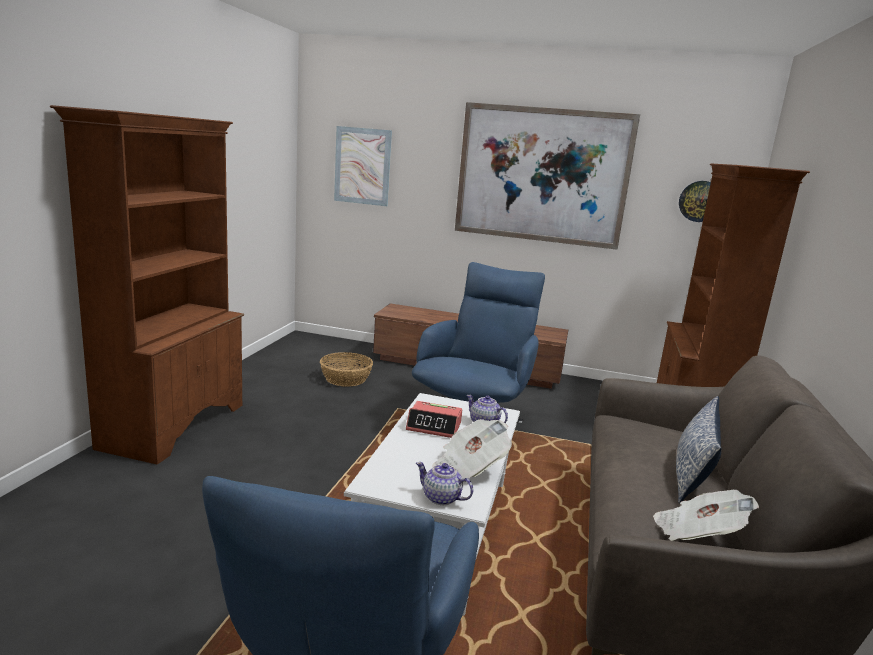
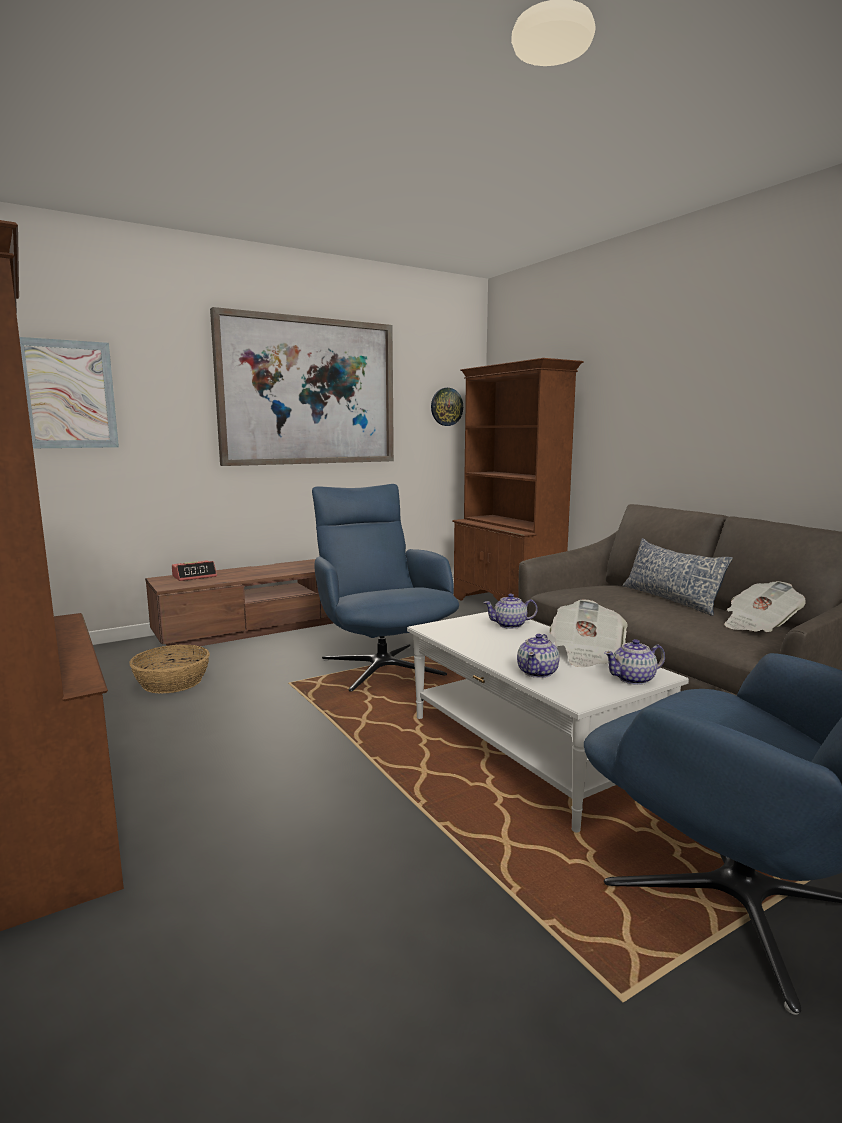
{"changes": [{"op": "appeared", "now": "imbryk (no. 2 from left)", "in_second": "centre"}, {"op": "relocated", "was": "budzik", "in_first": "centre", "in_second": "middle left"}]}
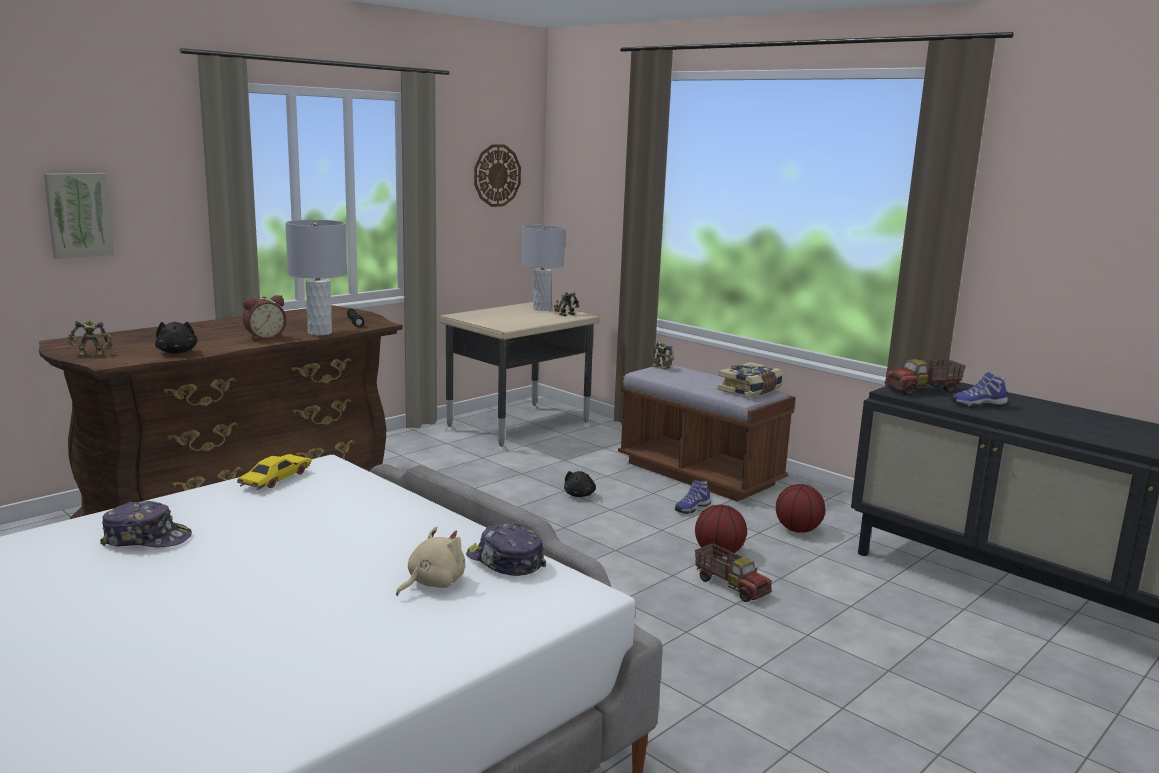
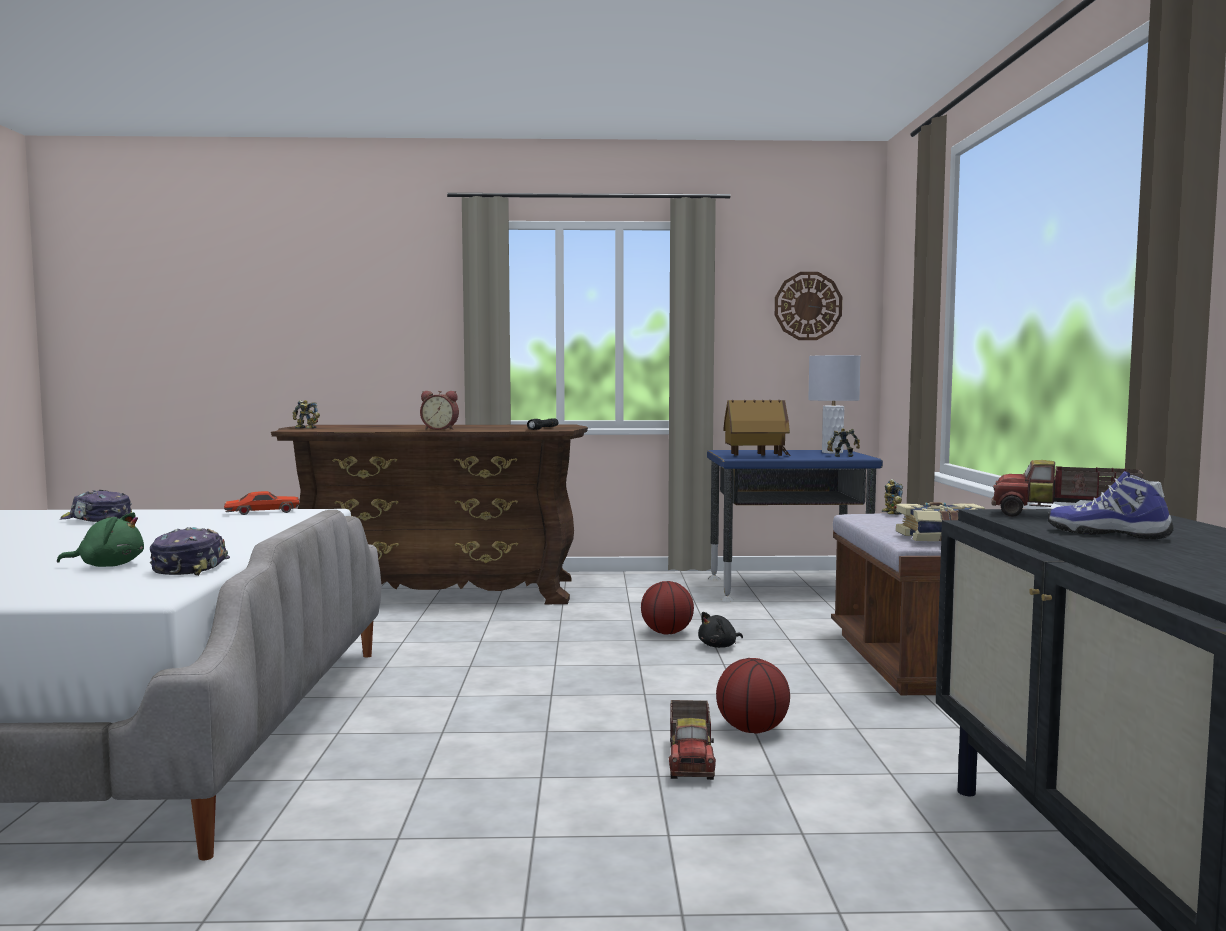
{"changes": [{"op": "missing", "was": "obraz", "in_first": "top left"}, {"op": "missing", "was": "pluszak [czarny] (no. 1 from left)", "in_first": "middle left"}, {"op": "missing", "was": "lampa stołowa [szary] (no. 1 from left)", "in_first": "middle left"}, {"op": "missing", "was": "but (no. 1 from left)", "in_first": "centre"}, {"op": "appeared", "now": "domek", "in_second": "centre"}, {"op": "relocated", "was": "piłka do koszykówki (no. 2 from left in the first image)", "now": "piłka do koszykówki (no. 1 from left)", "in_first": "middle right", "in_second": "centre"}, {"op": "colour", "was": "samochodzik [żółty]", "now": "samochodzik [czerwony]", "in_first": "middle left", "in_second": "middle left"}, {"op": "colour", "was": "pluszak [beżowy]", "now": "pluszak [zielony]", "in_first": "bottom centre", "in_second": "middle left"}, {"op": "colour", "was": "biurko [beżowy]", "now": "biurko [niebieski]", "in_first": "centre", "in_second": "centre"}, {"op": "spun", "was": "czapka z daszkiem (no. 1 from left)", "in_first": "bottom left", "in_second": "middle left", "clockwise": 150}]}
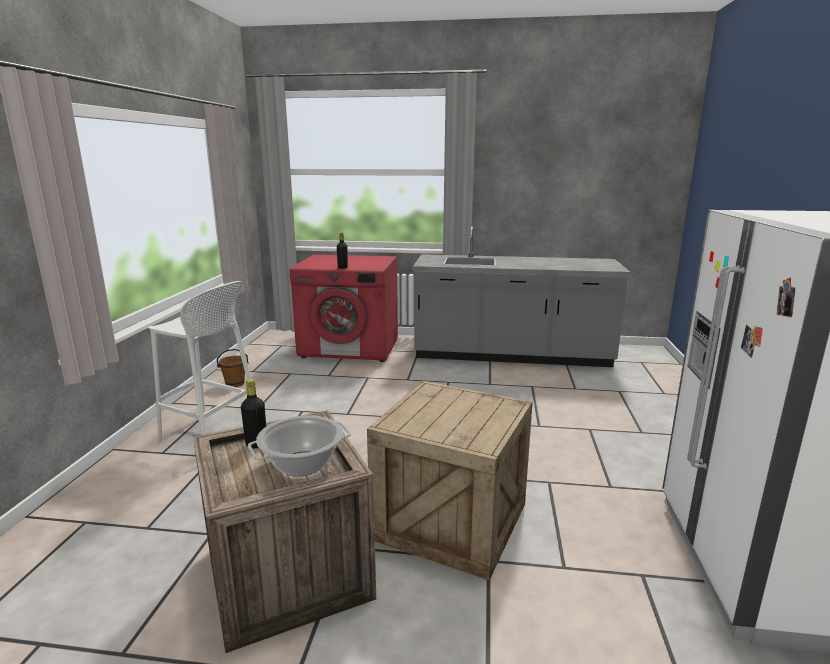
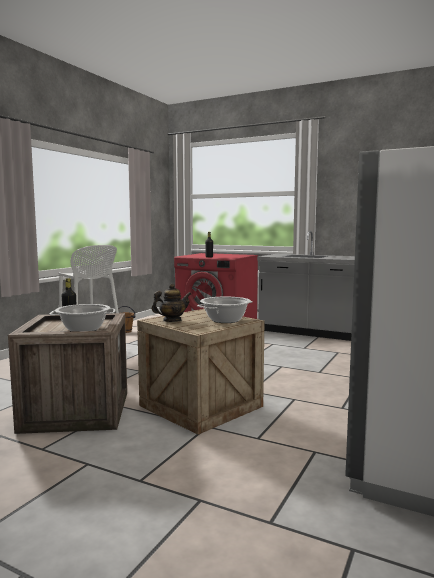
{"changes": [{"op": "appeared", "now": "imbryk", "in_second": "centre"}, {"op": "appeared", "now": "garnek (no. 2 from left)", "in_second": "centre"}]}
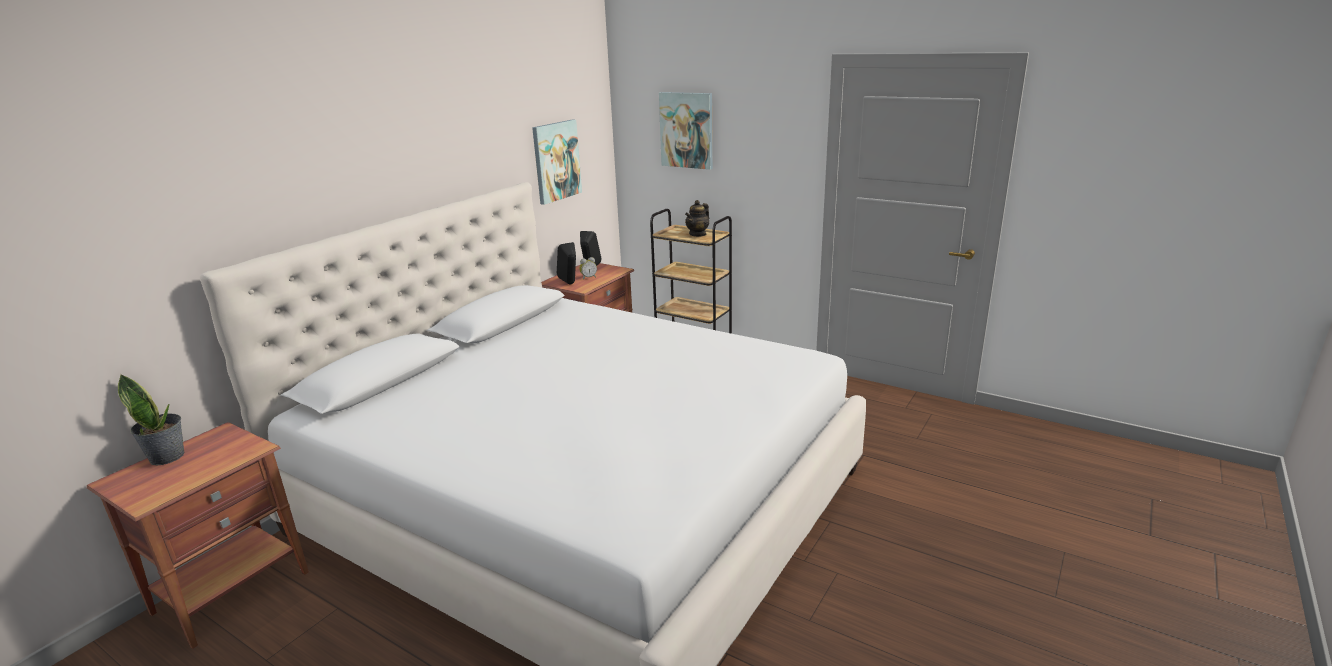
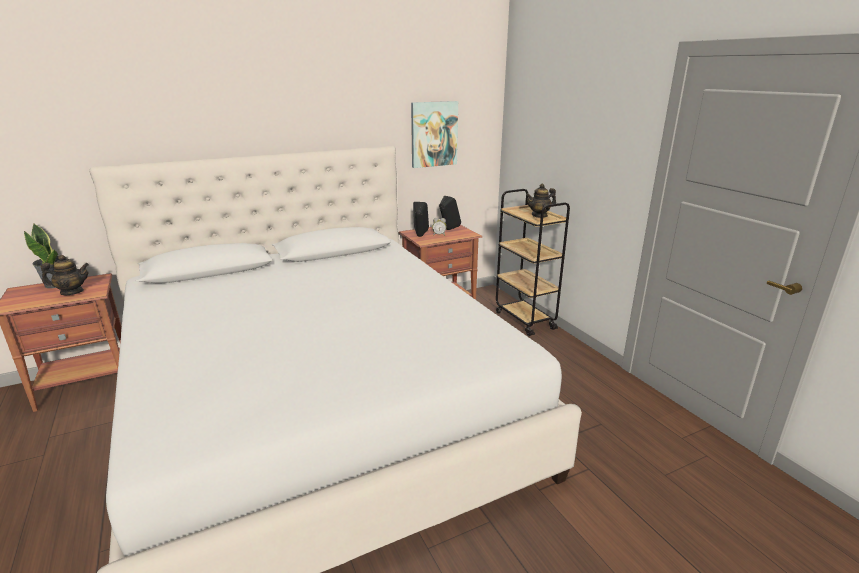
{"changes": [{"op": "missing", "was": "obraz (no. 2 from left)", "in_first": "top centre"}, {"op": "appeared", "now": "imbryk (no. 1 from left)", "in_second": "middle left"}]}
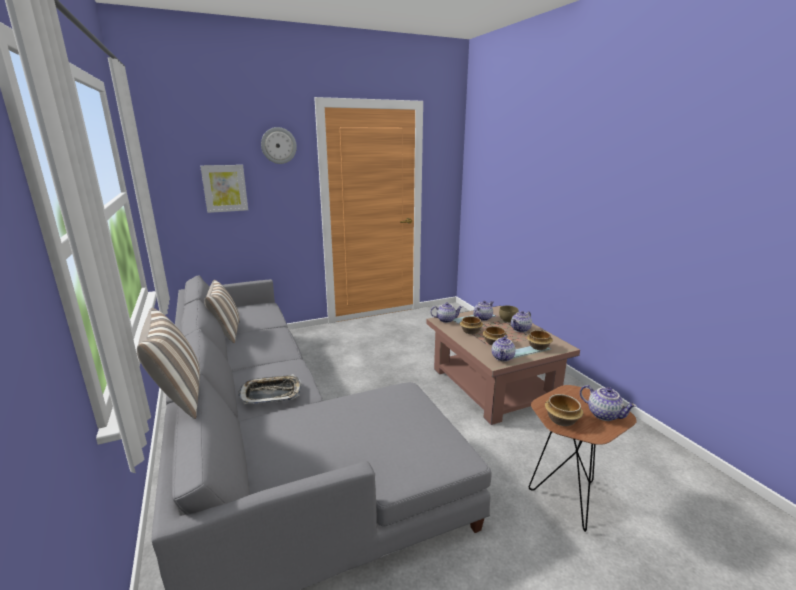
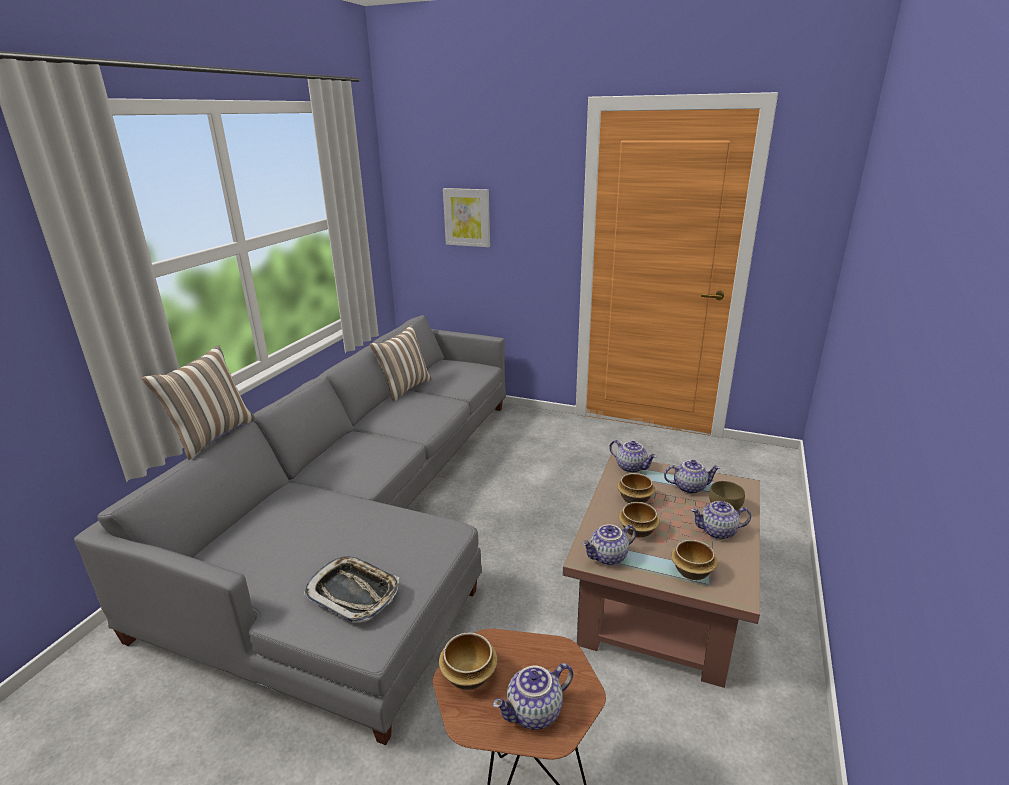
{"changes": [{"op": "missing", "was": "zegar ścienny", "in_first": "top centre"}, {"op": "relocated", "was": "taca", "in_first": "centre", "in_second": "bottom centre"}, {"op": "spun", "was": "imbryk (no. 5 from left in the first image)", "in_first": "bottom right", "in_second": "bottom centre", "clockwise": 60}]}
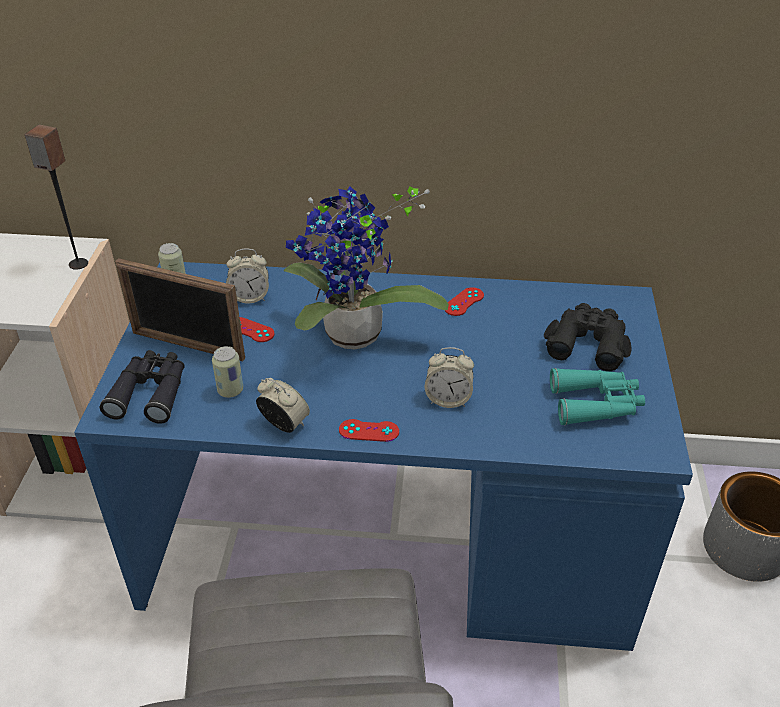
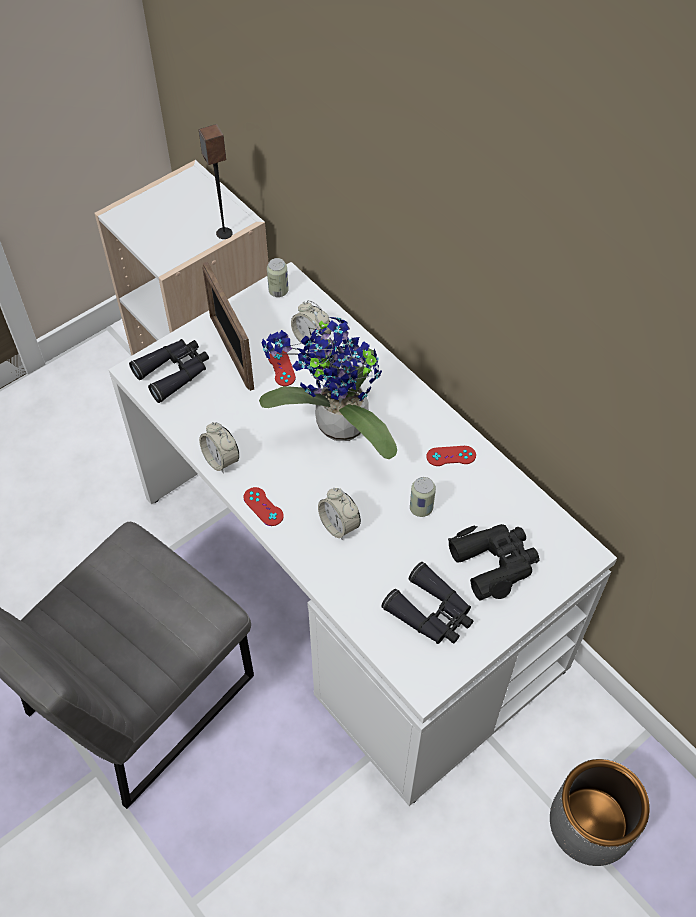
{"changes": [{"op": "relocated", "was": "puszka (no. 2 from left)", "in_first": "middle left", "in_second": "centre"}, {"op": "colour", "was": "biurko [niebieski]", "now": "biurko [biały]", "in_first": "centre", "in_second": "centre"}, {"op": "colour", "was": "lornetka [turkusowy]", "now": "lornetka [czarny] (no. 2 from left)", "in_first": "middle right", "in_second": "centre"}, {"op": "spun", "was": "budzik (no. 2 from left in the first image)", "in_first": "centre", "in_second": "middle left", "clockwise": 150}]}
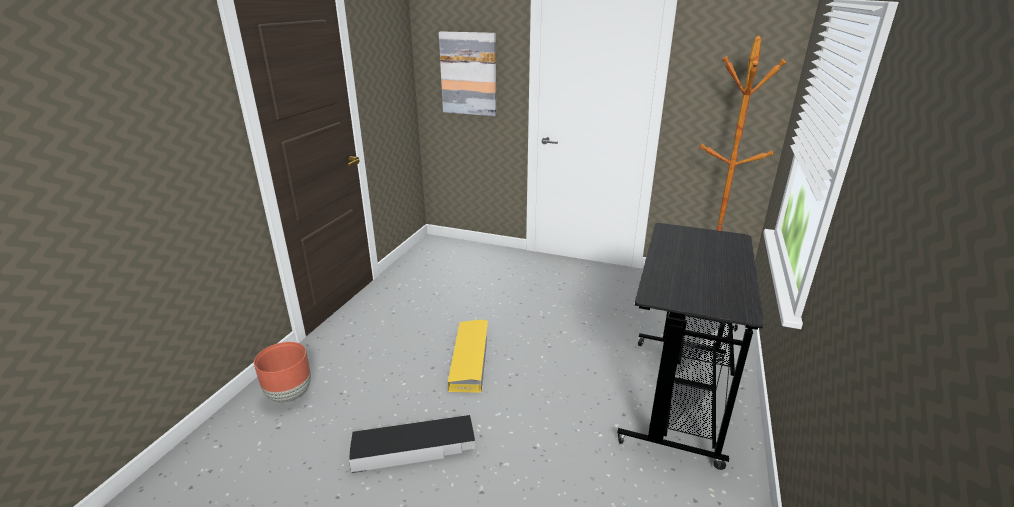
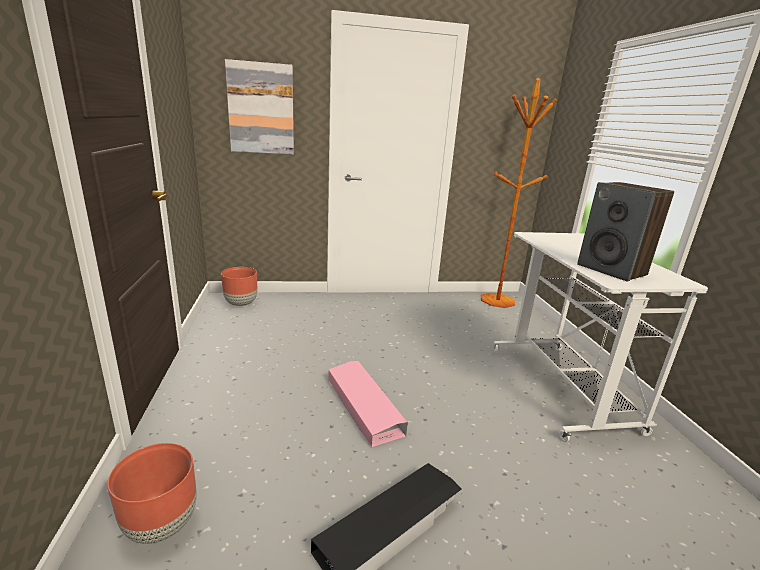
{"changes": [{"op": "appeared", "now": "donica [brązowy] (no. 2 from left)", "in_second": "middle left"}, {"op": "appeared", "now": "głośnik", "in_second": "middle right"}, {"op": "colour", "was": "pojemnik do przechowywania [żółty]", "now": "pojemnik do przechowywania [różowy]", "in_first": "bottom centre", "in_second": "bottom centre"}, {"op": "colour", "was": "biurko [czarny]", "now": "biurko [biały]", "in_first": "bottom right", "in_second": "middle right"}]}
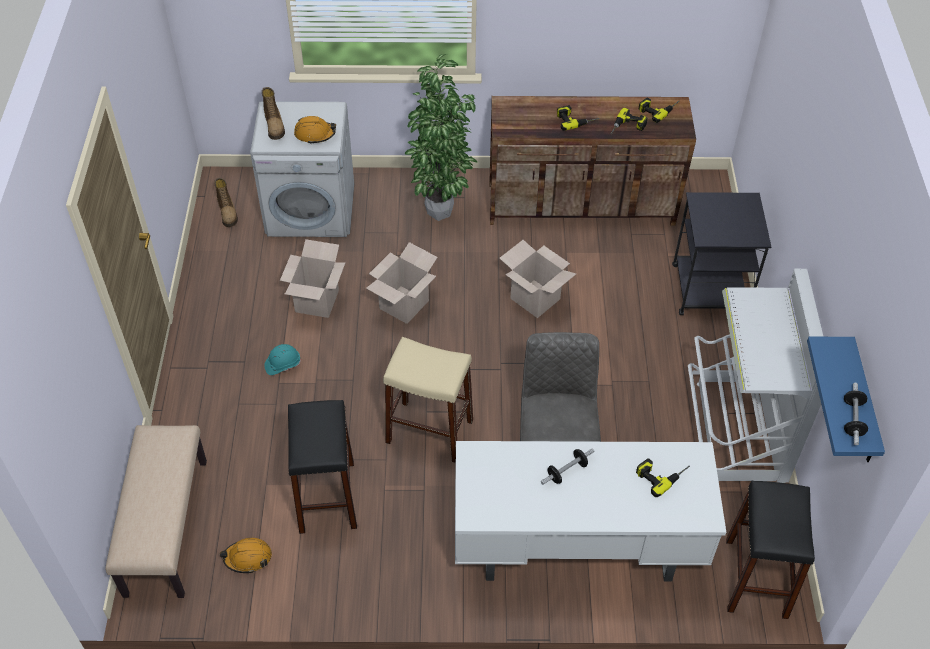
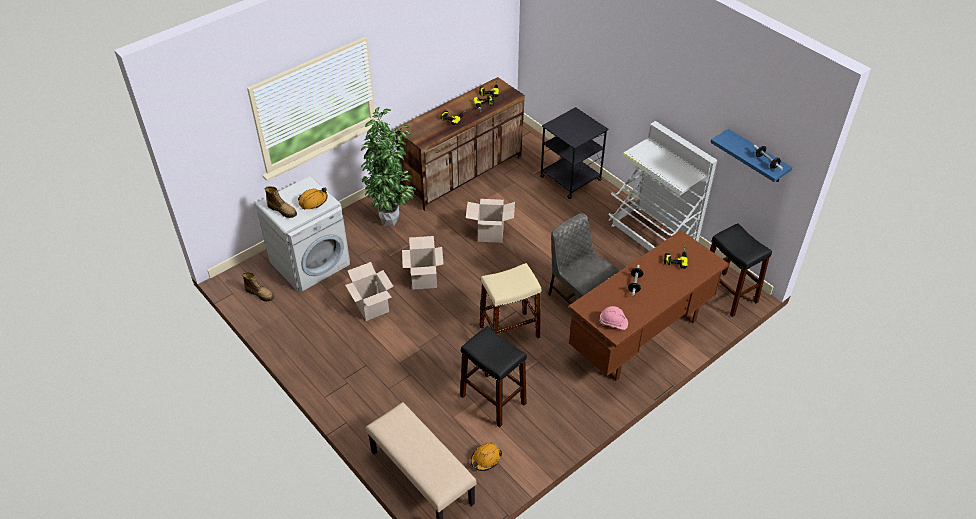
{"changes": [{"op": "missing", "was": "kask [turkusowy]", "in_first": "middle left"}, {"op": "appeared", "now": "kask [różowy]", "in_second": "centre"}, {"op": "colour", "was": "biurko [biały]", "now": "biurko [brązowy]", "in_first": "bottom centre", "in_second": "centre"}]}
